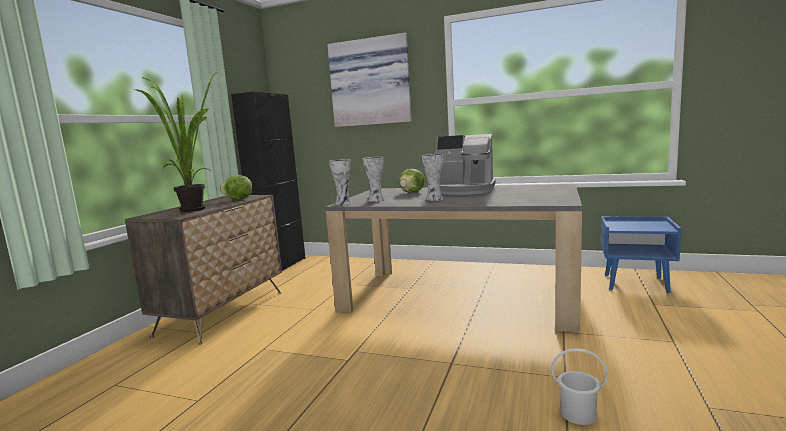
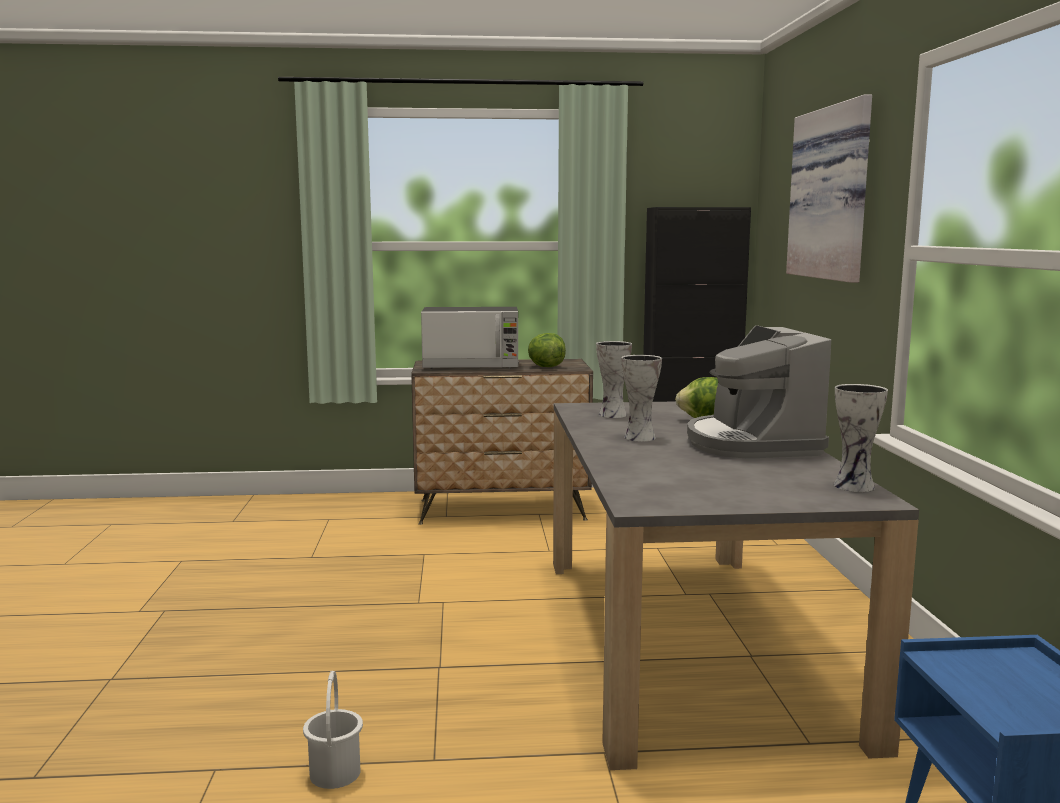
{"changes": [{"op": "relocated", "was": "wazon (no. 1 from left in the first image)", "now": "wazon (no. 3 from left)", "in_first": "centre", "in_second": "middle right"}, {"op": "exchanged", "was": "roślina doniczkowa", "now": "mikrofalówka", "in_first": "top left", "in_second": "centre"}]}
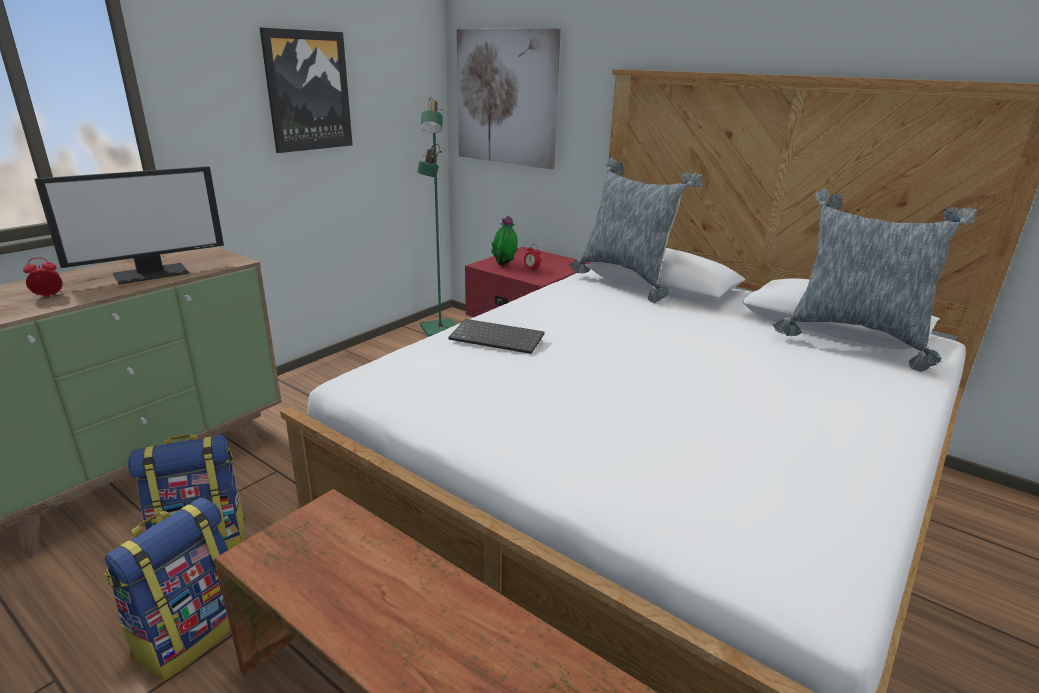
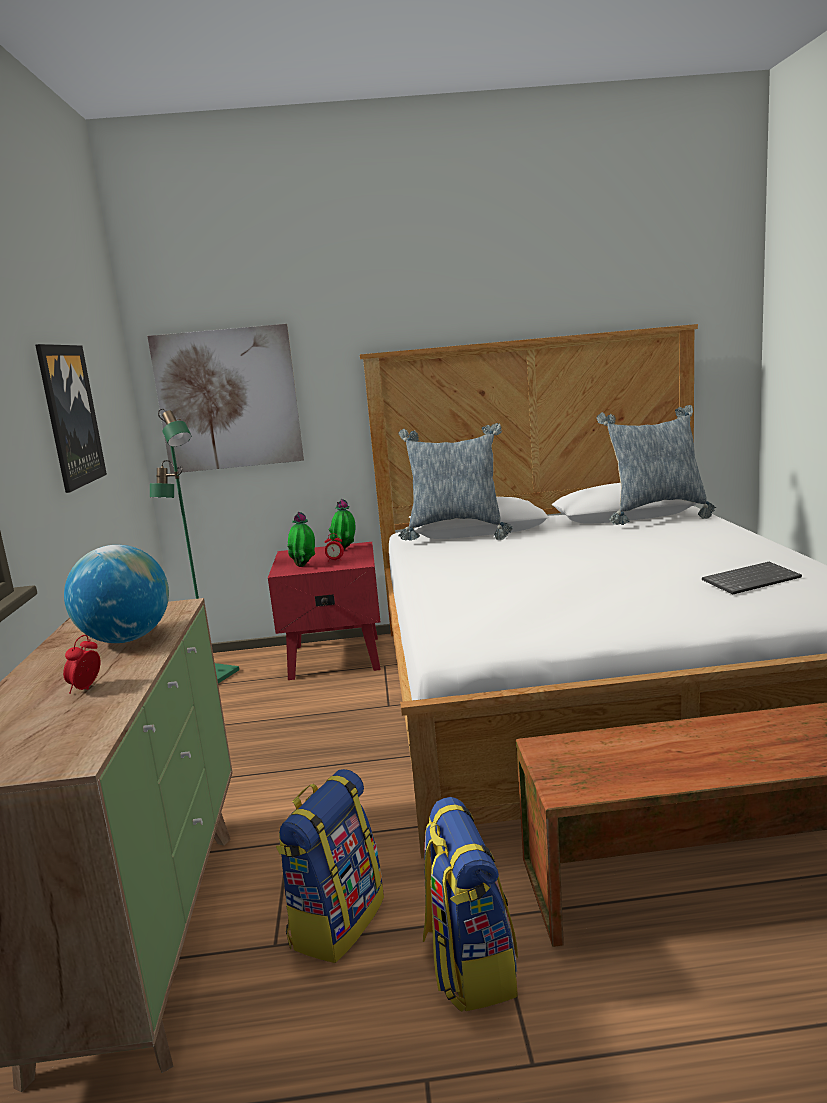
{"changes": [{"op": "appeared", "now": "roślina doniczkowa (no. 2 from left)", "in_second": "centre"}, {"op": "relocated", "was": "klawiatura", "in_first": "centre", "in_second": "middle right"}, {"op": "exchanged", "was": "monitor", "now": "globus", "in_first": "top left", "in_second": "middle left"}]}
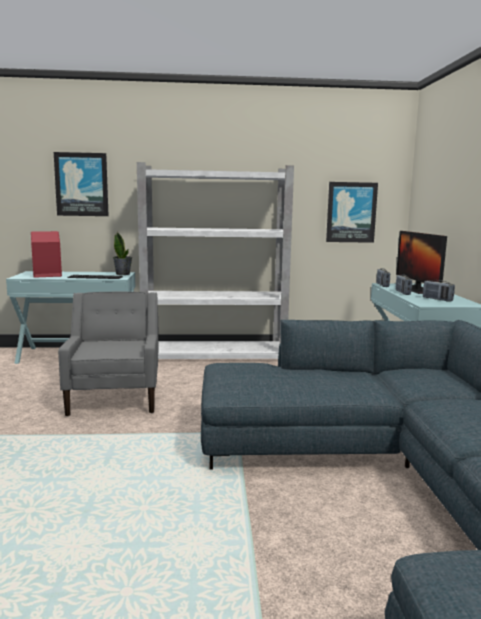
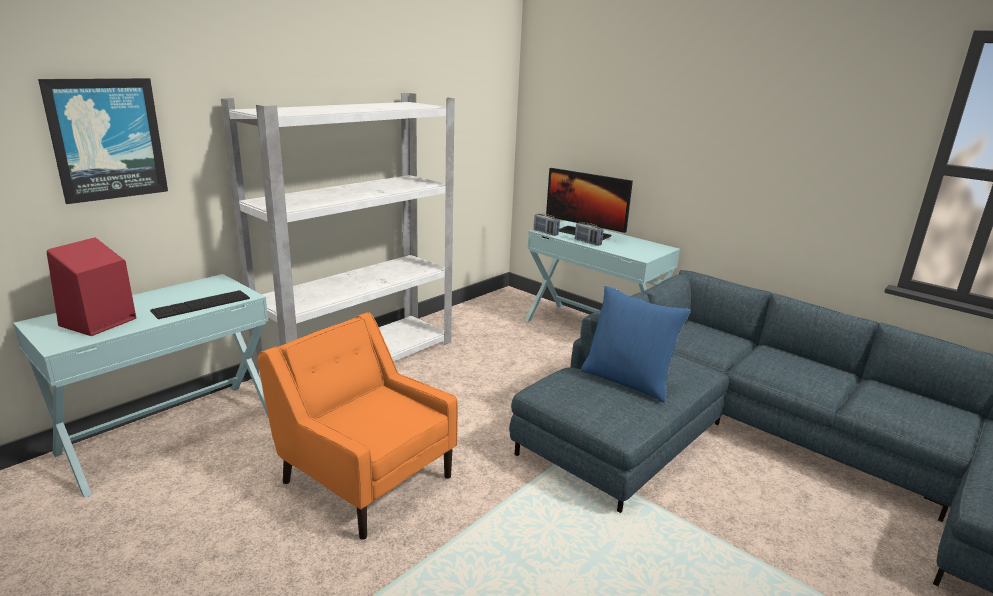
{"changes": [{"op": "missing", "was": "roślina doniczkowa", "in_first": "middle left"}, {"op": "missing", "was": "obraz (no. 2 from left)", "in_first": "middle right"}, {"op": "missing", "was": "radio (no. 3 from left)", "in_first": "middle right"}, {"op": "appeared", "now": "poduszka [niebieski]", "in_second": "centre"}, {"op": "colour", "was": "fotel [szary]", "now": "fotel [pomarańczowy]", "in_first": "middle left", "in_second": "bottom centre"}]}
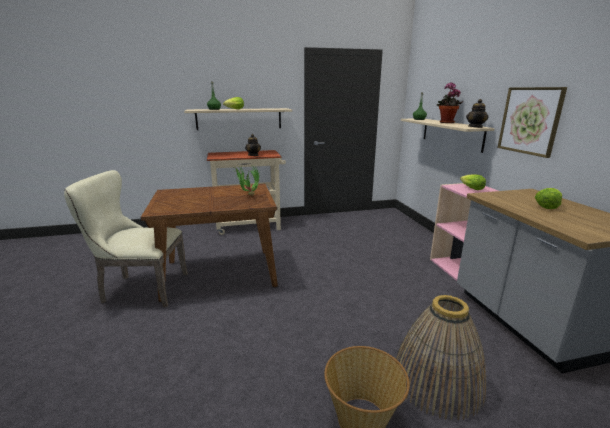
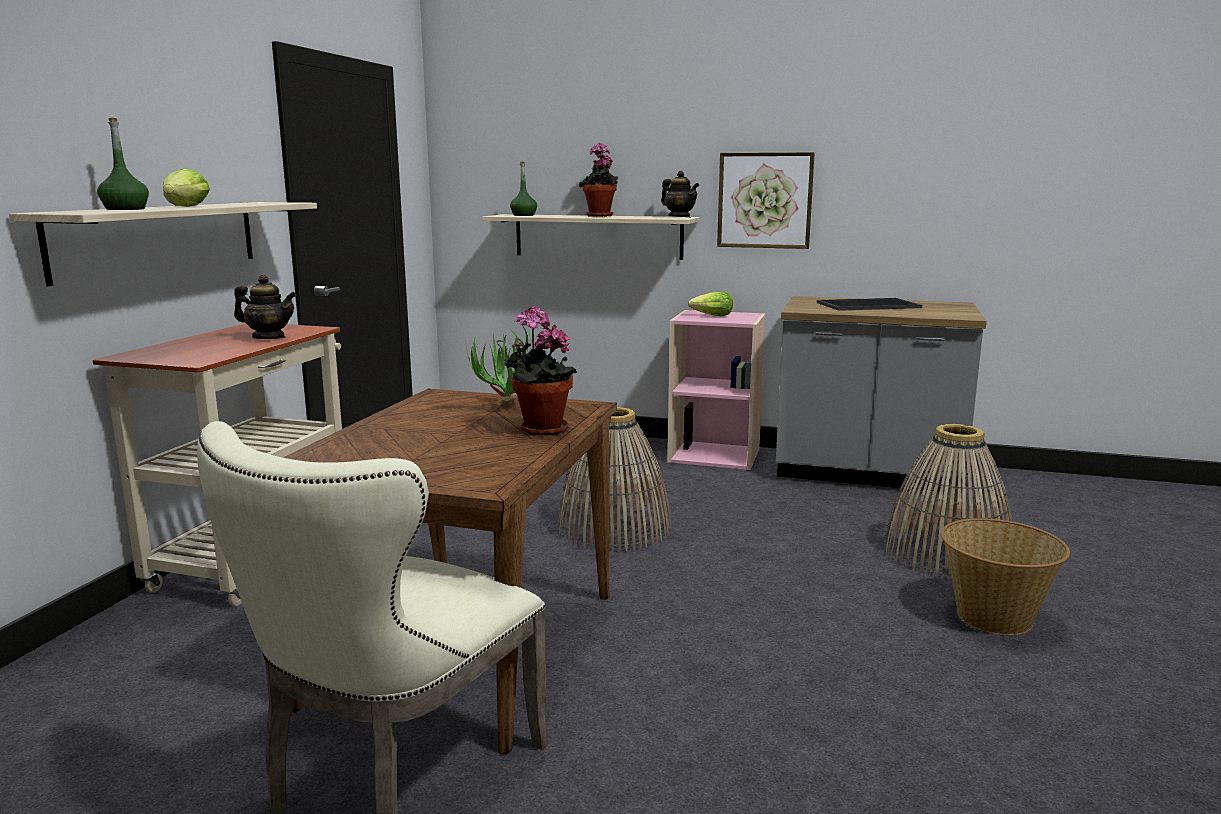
{"changes": [{"op": "appeared", "now": "roślina doniczkowa (no. 2 from left)", "in_second": "centre"}, {"op": "appeared", "now": "koszyk (no. 1 from left)", "in_second": "centre"}, {"op": "exchanged", "was": "sałata (no. 3 from left)", "now": "taca", "in_first": "middle right", "in_second": "middle right"}]}
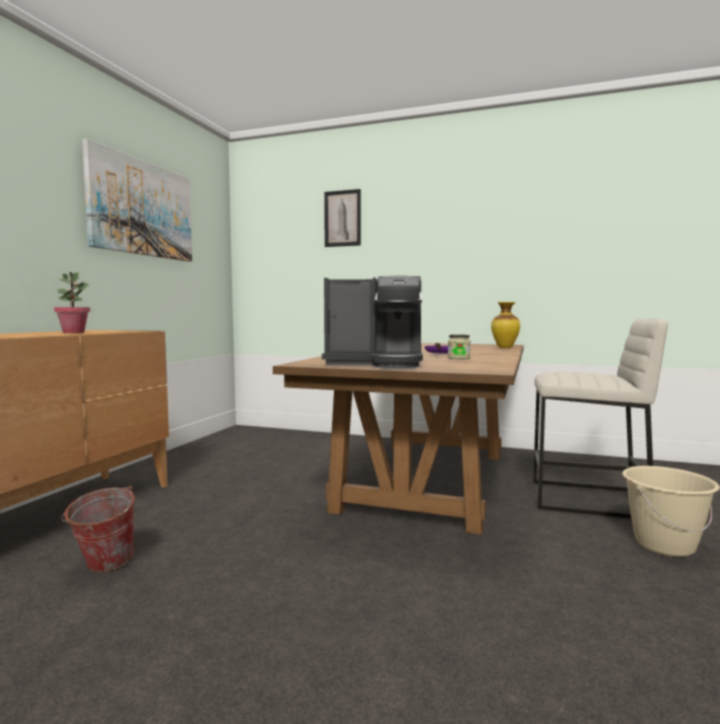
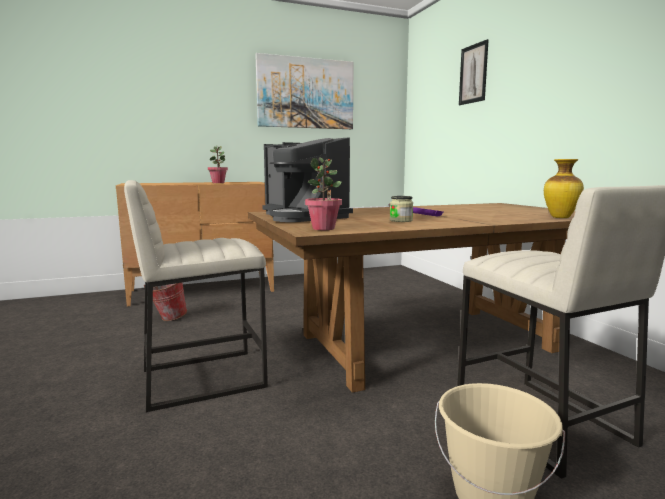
{"changes": [{"op": "appeared", "now": "stołek [beżowy] (no. 1 from left)", "in_second": "middle left"}, {"op": "appeared", "now": "roślina doniczkowa (no. 2 from left)", "in_second": "centre"}]}
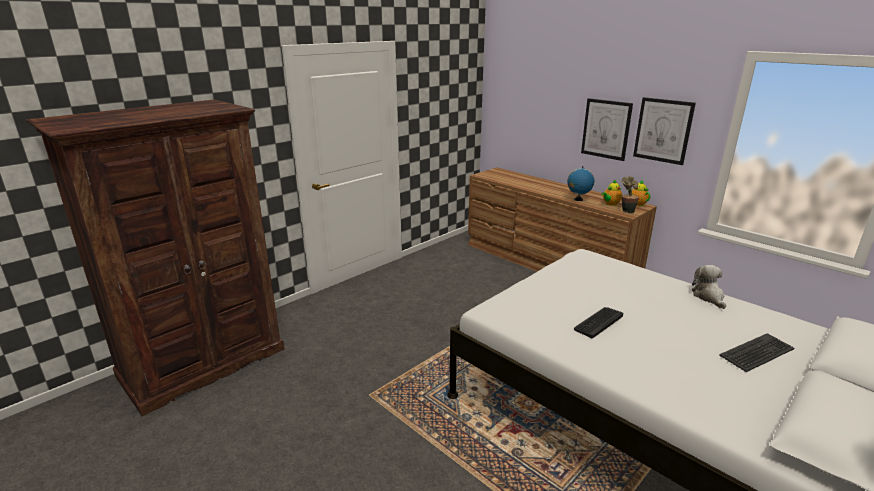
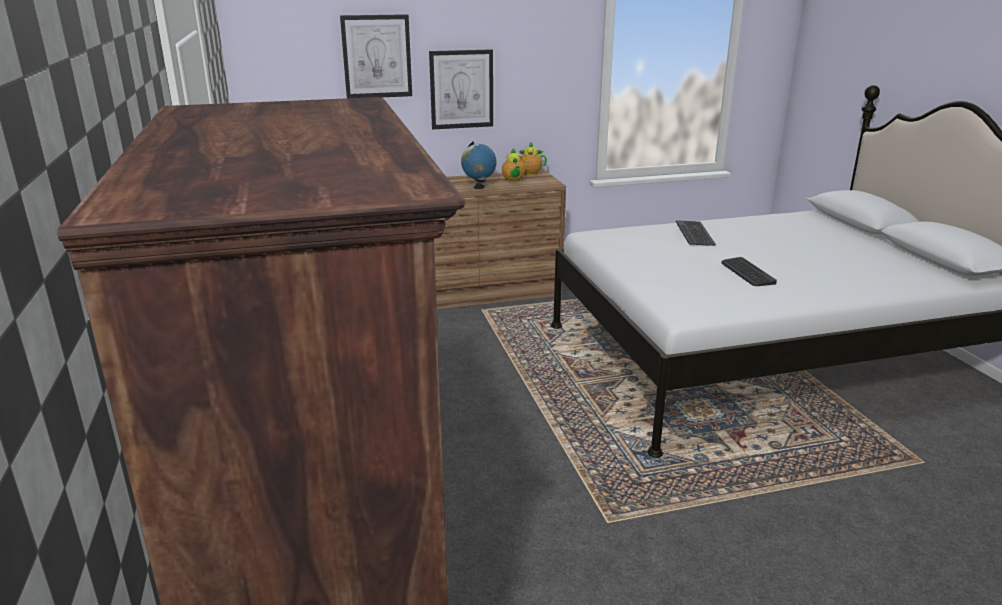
{"changes": [{"op": "missing", "was": "roślina doniczkowa", "in_first": "middle right"}, {"op": "missing", "was": "pluszak", "in_first": "middle right"}, {"op": "relocated", "was": "obraz (no. 2 from left in the first image)", "now": "obraz (no. 1 from left)", "in_first": "top right", "in_second": "top centre"}, {"op": "relocated", "was": "klawiatura (no. 2 from left in the first image)", "now": "klawiatura (no. 1 from left)", "in_first": "bottom right", "in_second": "middle right"}]}
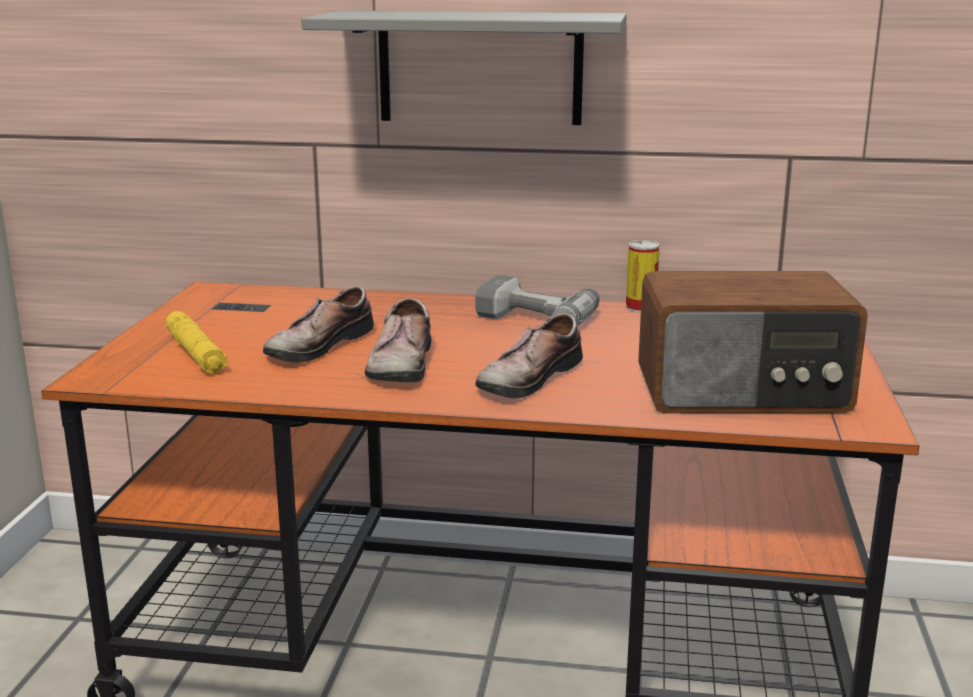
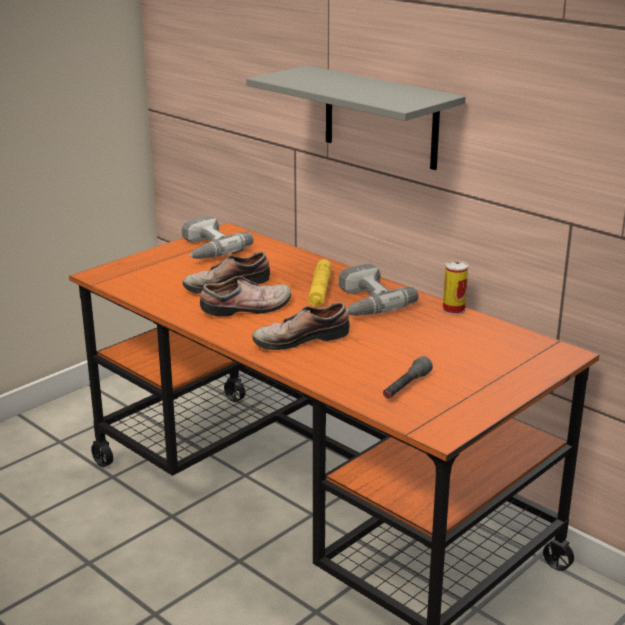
{"changes": [{"op": "appeared", "now": "wiertarka (no. 1 from left)", "in_second": "centre"}, {"op": "relocated", "was": "latarka [żółty]", "in_first": "middle left", "in_second": "centre"}, {"op": "exchanged", "was": "radio", "now": "latarka [szary]", "in_first": "middle right", "in_second": "centre"}, {"op": "spun", "was": "but (no. 2 from left)", "in_first": "centre", "in_second": "centre", "clockwise": -150}]}
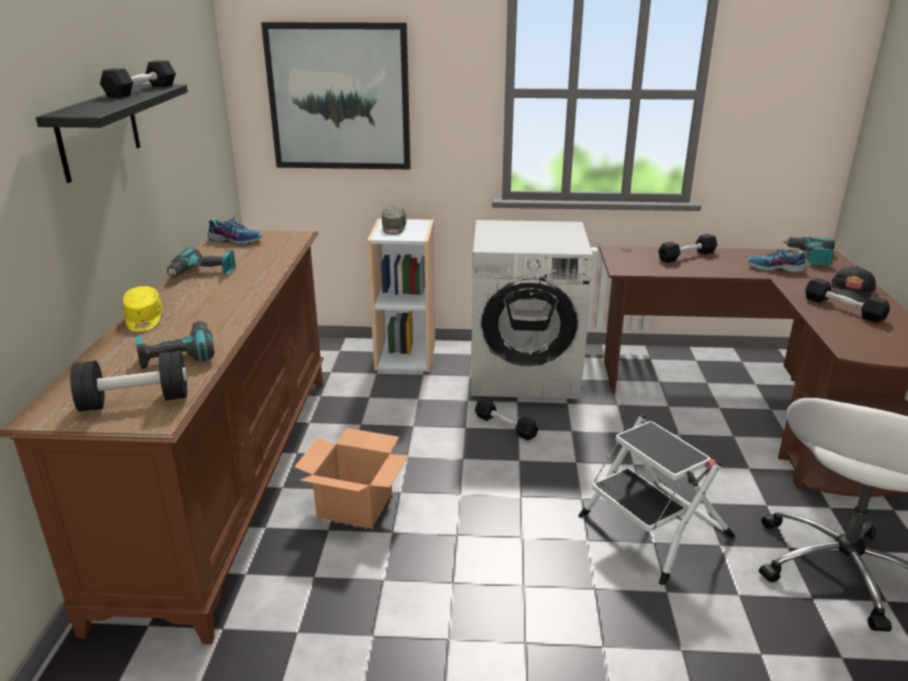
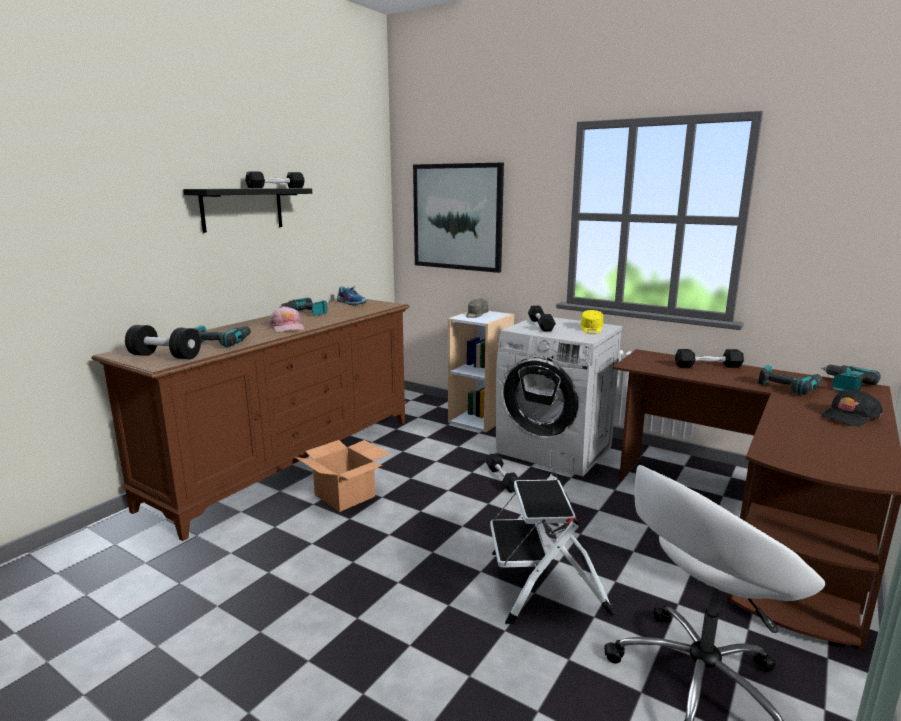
{"changes": [{"op": "appeared", "now": "czapka z daszkiem [różowy]", "in_second": "middle left"}, {"op": "relocated", "was": "czapka z daszkiem [żółty]", "in_first": "middle left", "in_second": "centre"}, {"op": "relocated", "was": "hantel [czarny] (no. 5 from left in the first image)", "now": "hantel [czarny] (no. 4 from left)", "in_first": "middle right", "in_second": "centre"}, {"op": "exchanged", "was": "but (no. 2 from left)", "now": "wiertarka (no. 3 from left)", "in_first": "middle right", "in_second": "middle right"}]}
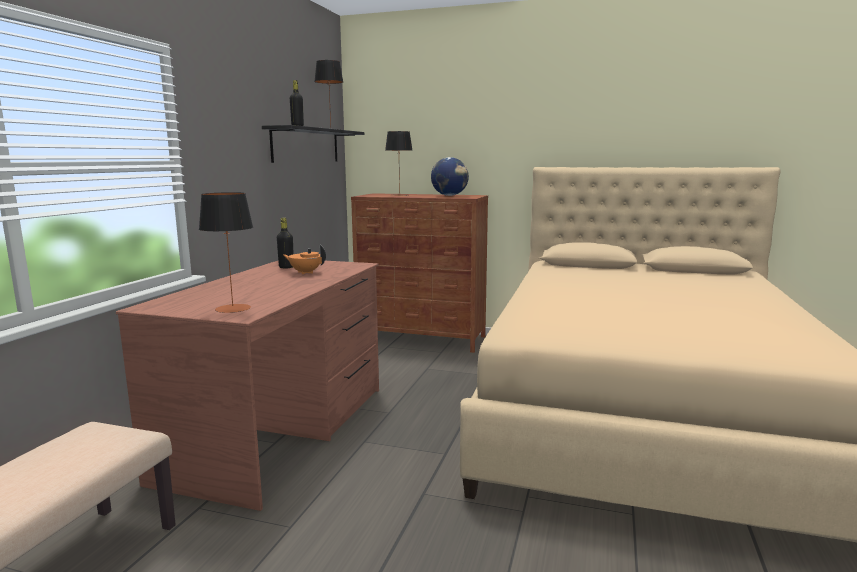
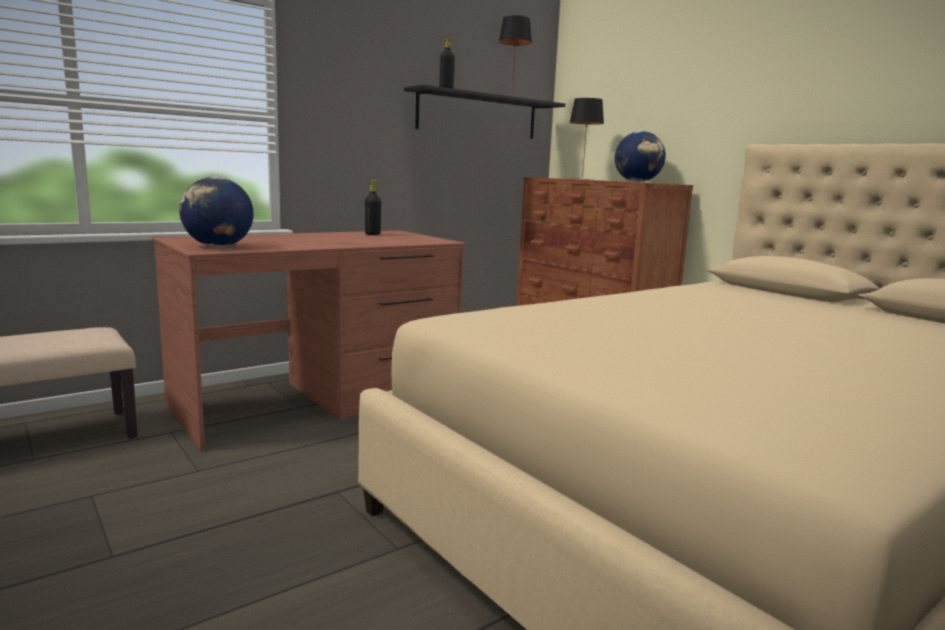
{"changes": [{"op": "missing", "was": "imbryk [pomarańczowy]", "in_first": "centre"}, {"op": "exchanged", "was": "lampa stołowa (no. 1 from left)", "now": "globus (no. 1 from left)", "in_first": "middle left", "in_second": "middle left"}]}
